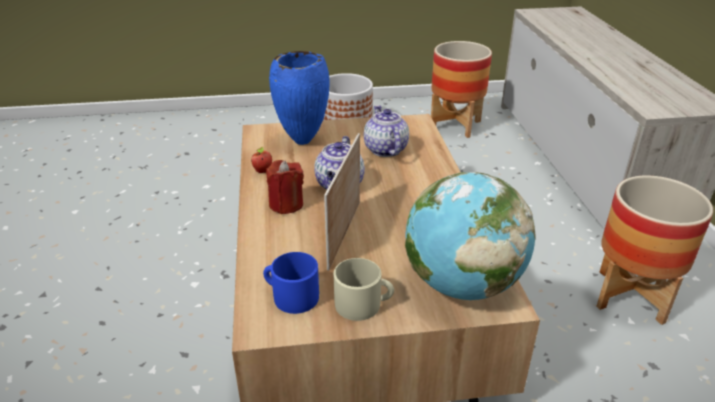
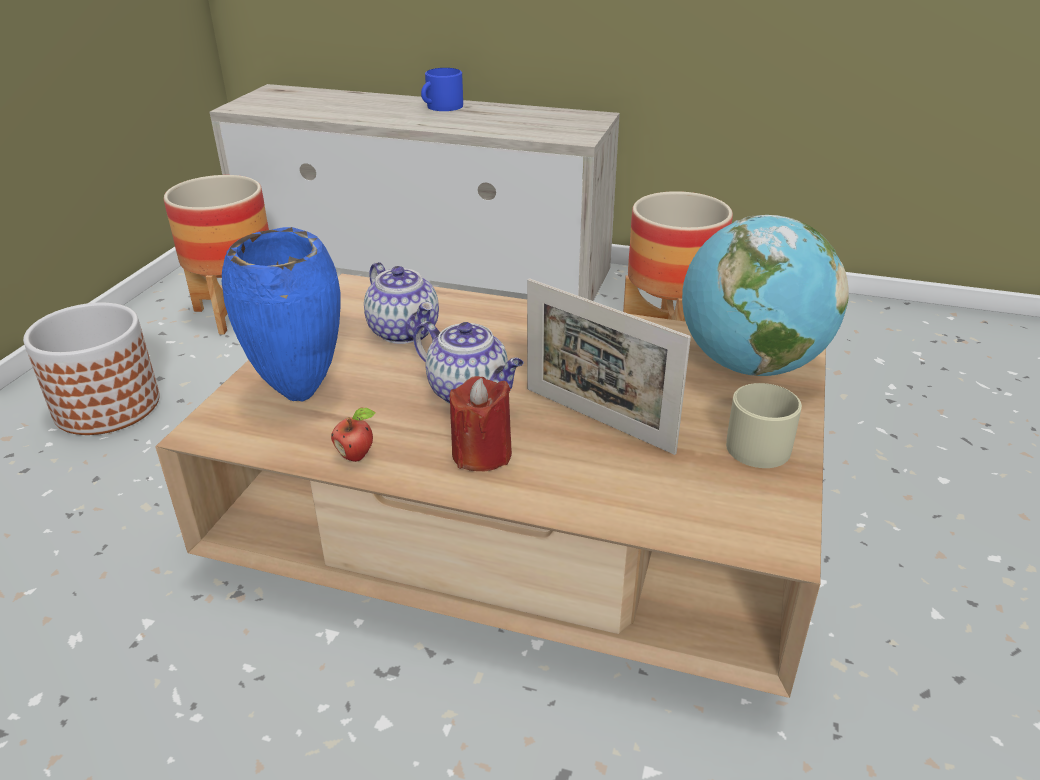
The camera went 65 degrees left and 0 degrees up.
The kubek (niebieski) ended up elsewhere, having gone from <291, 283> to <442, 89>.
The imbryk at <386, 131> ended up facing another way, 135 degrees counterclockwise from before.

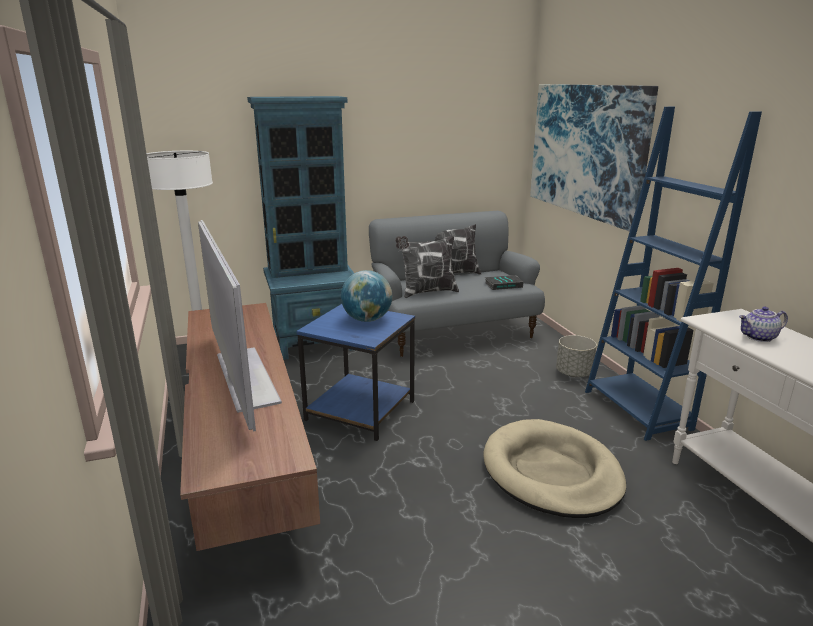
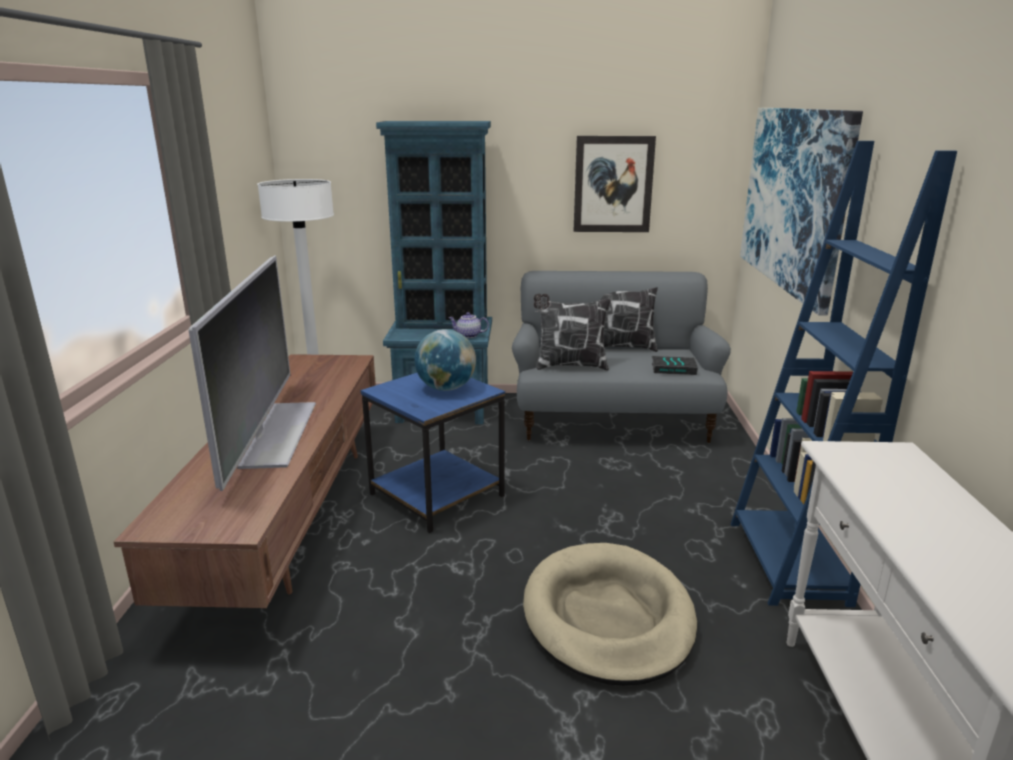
The camera went 20 degrees right and 0 degrees up.
The second view lost the donica (szary) at <576, 356>.
The second view gained the obraz at <615, 184>.
The imbryk ended up elsewhere, having gone from <763, 324> to <469, 325>.

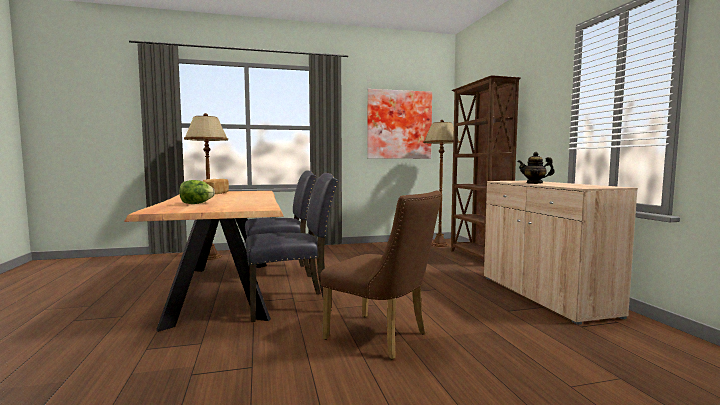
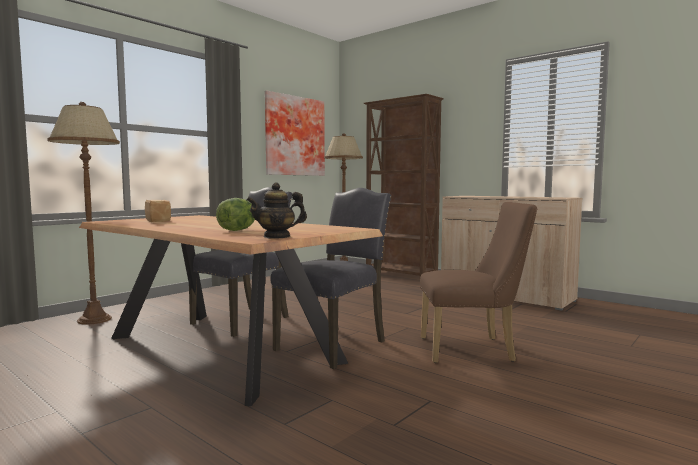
The camera went 35 degrees left and 0 degrees up.
The imbryk ended up elsewhere, having gone from <536, 168> to <277, 210>.

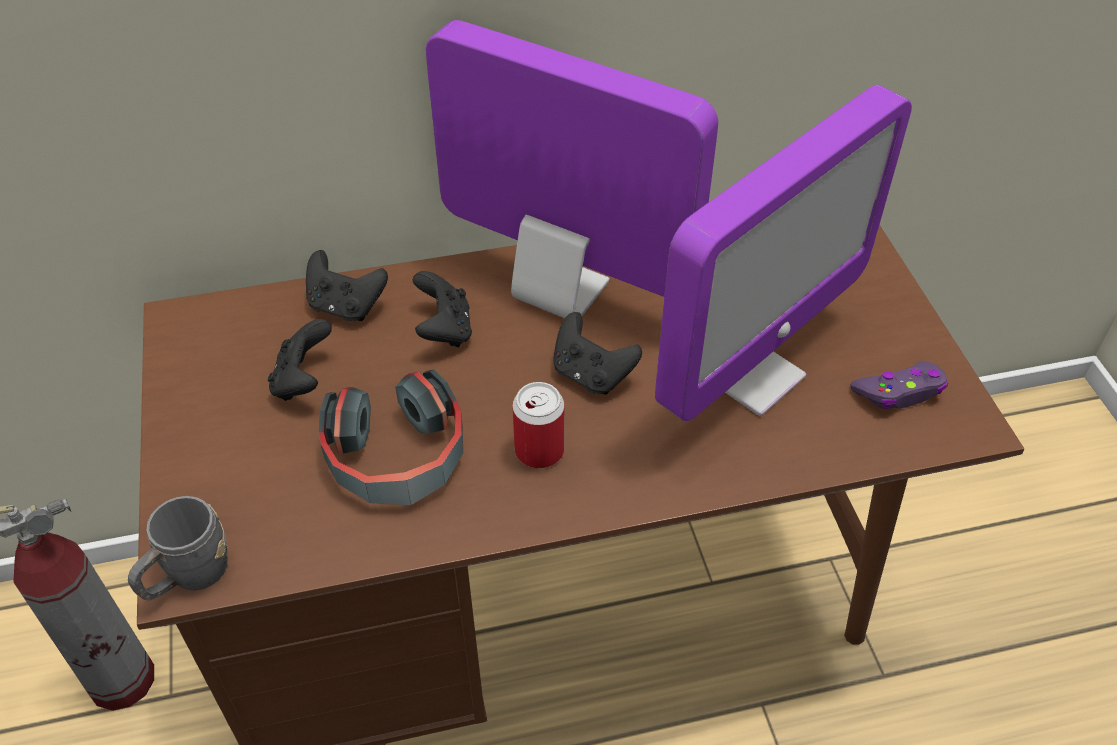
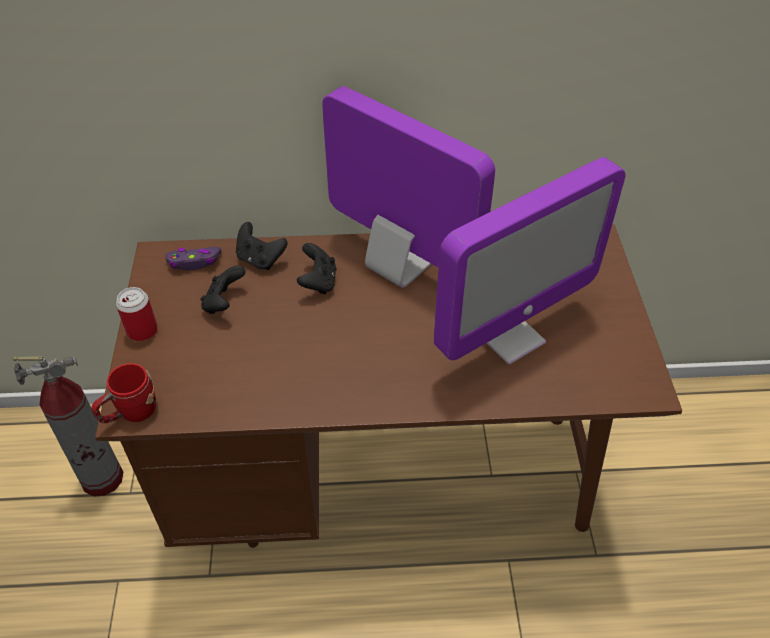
The camera went 10 degrees right and 0 degrees up.
The second view lost the słuchawki at <391, 438>.
The second view lost the pad do gier (czarny) at <597, 353>.
The puszka ended up elsewhere, having gone from <538, 425> to <137, 314>.
The pad do gier (fioletowy) ended up elsewhere, having gone from <899, 385> to <193, 259>.
What was the kubek (szary) at <178, 548> turned into the kubek (czerwony) at <123, 393>.

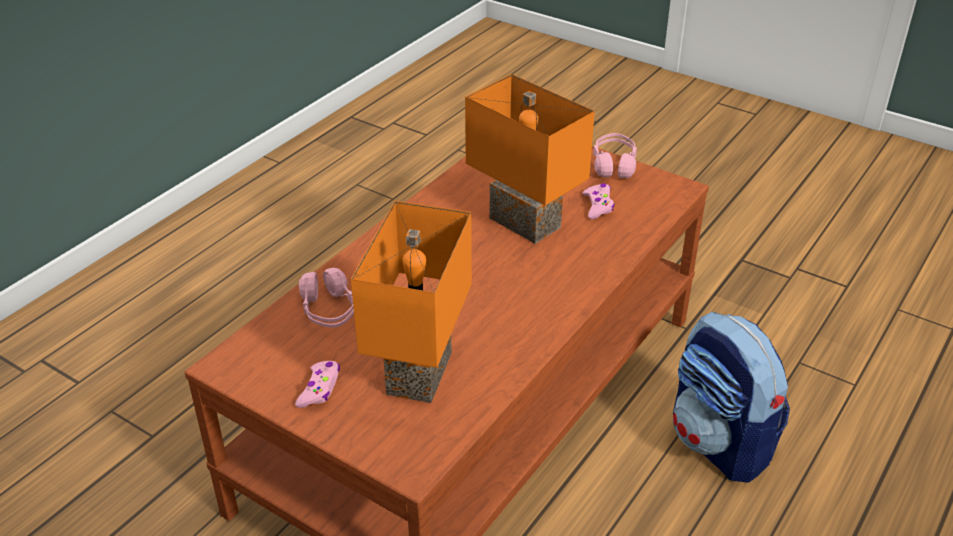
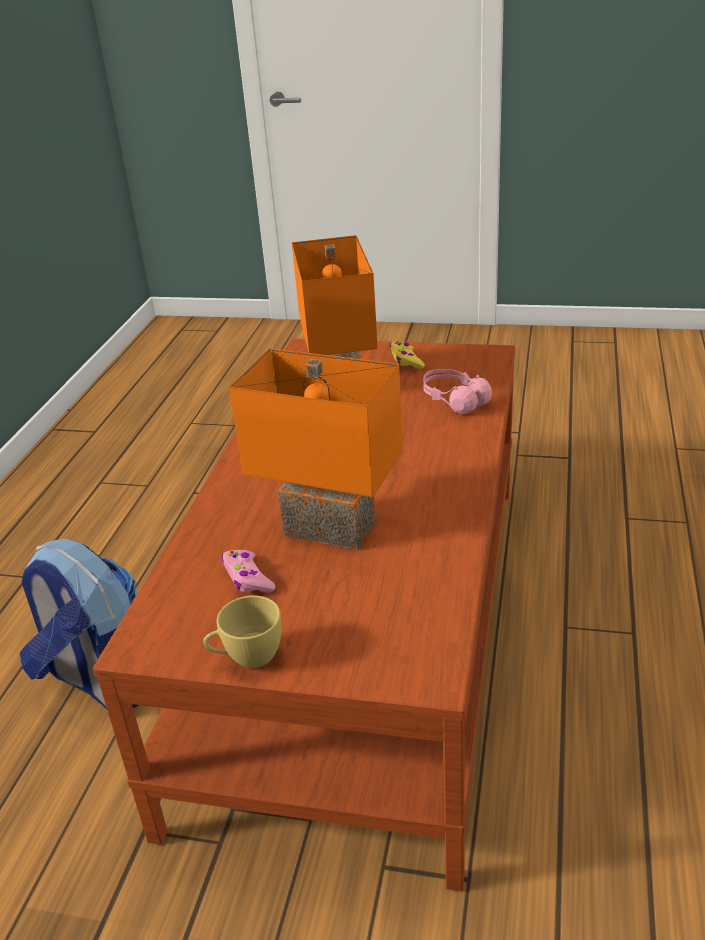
The camera went 160 degrees right and 5 degrees down.
Where the słuchawki (różowy) stood at <615, 155>, the filiżanka (żółty) came to stand at <242, 631>.
What was the pad do gier (różowy) at <317, 384> turned into the pad do gier (żółty) at <407, 355>.

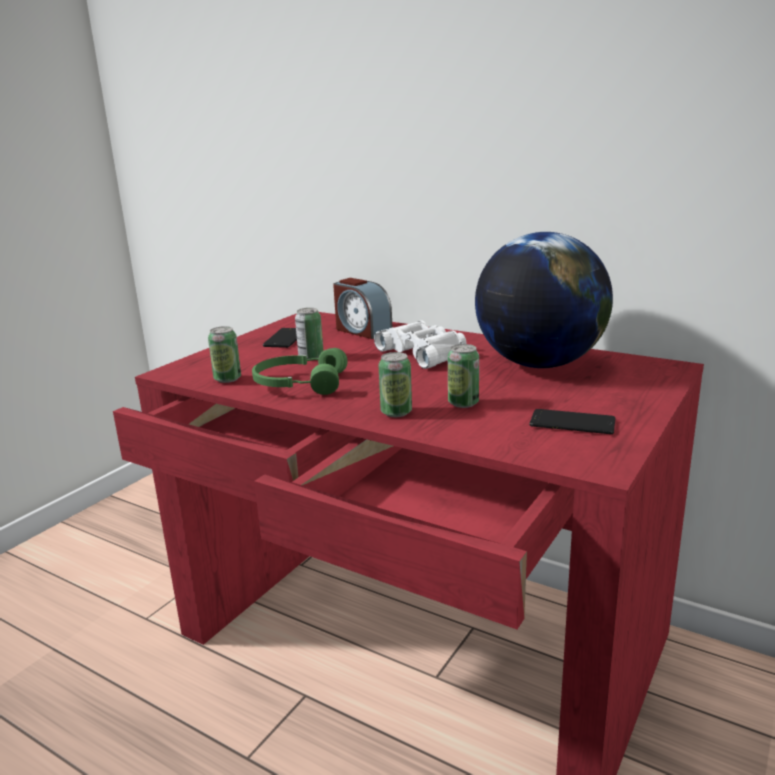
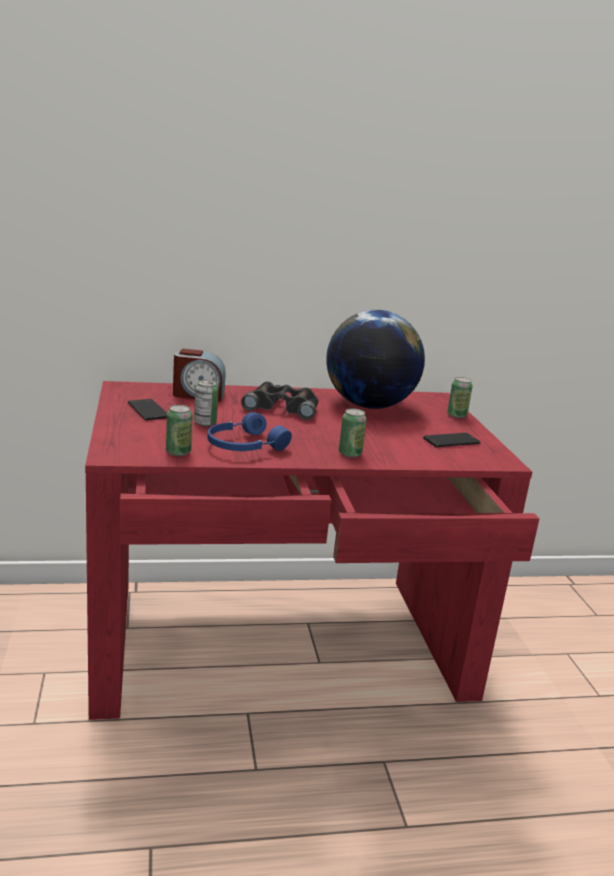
The camera went 45 degrees left and 0 degrees up.
The puszka ended up elsewhere, having gone from <463, 376> to <460, 397>.
What was the słuchawki (zielony) at <300, 371> turned into the słuchawki (niebieski) at <249, 431>.
What was the lornetka (biały) at <420, 344> turned into the lornetka (czarny) at <280, 400>.

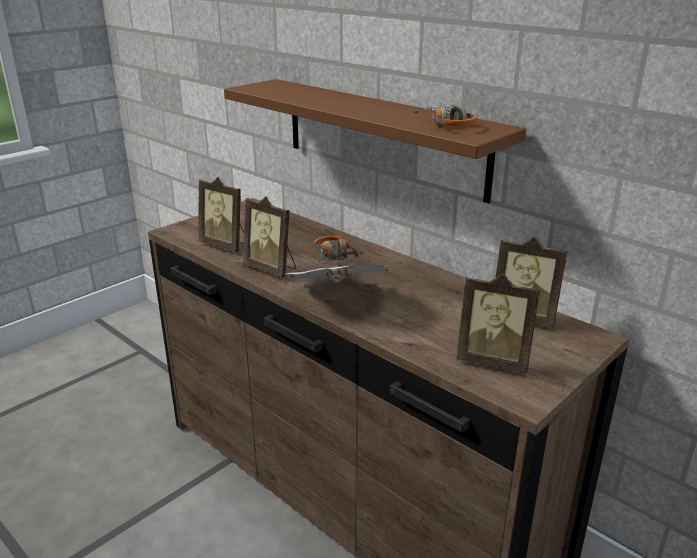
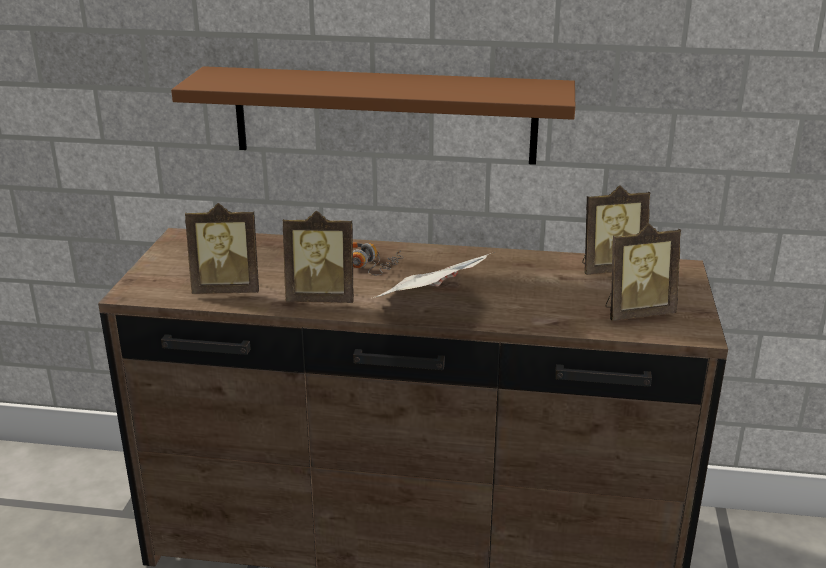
The camera went 35 degrees left and 0 degrees up.
The second view lost the słuchawki at <444, 115>.

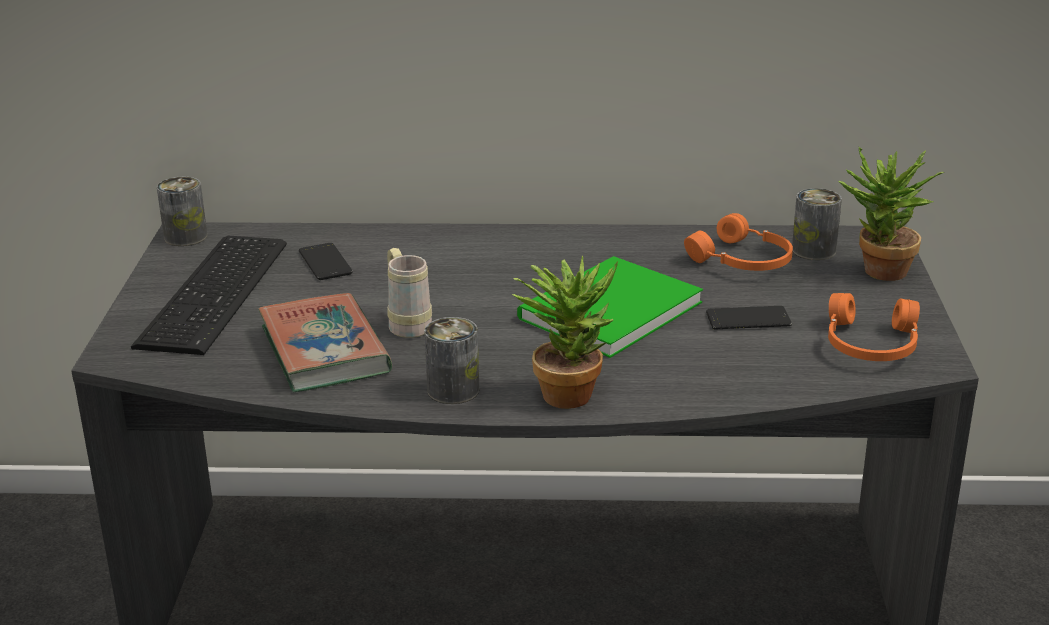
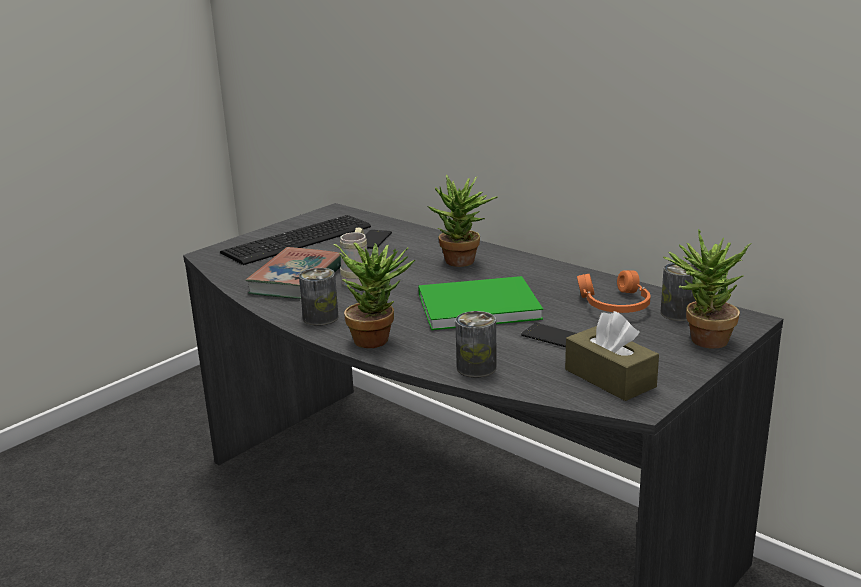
The camera went 40 degrees right and 5 degrees down.
The second view gained the roślina doniczkowa at <463, 221>.
The puszka ended up elsewhere, having gone from <182, 211> to <476, 344>.
Where the słuchawki (pomarańczowy) stood at <874, 327>, the pudełko chusteczek (brązowy) came to stand at <612, 356>.

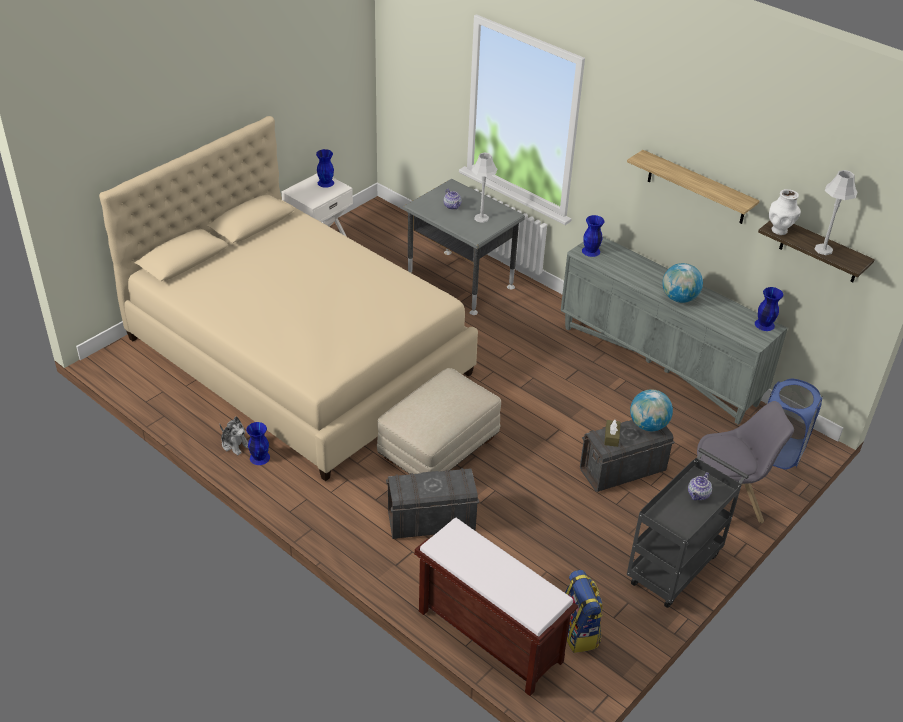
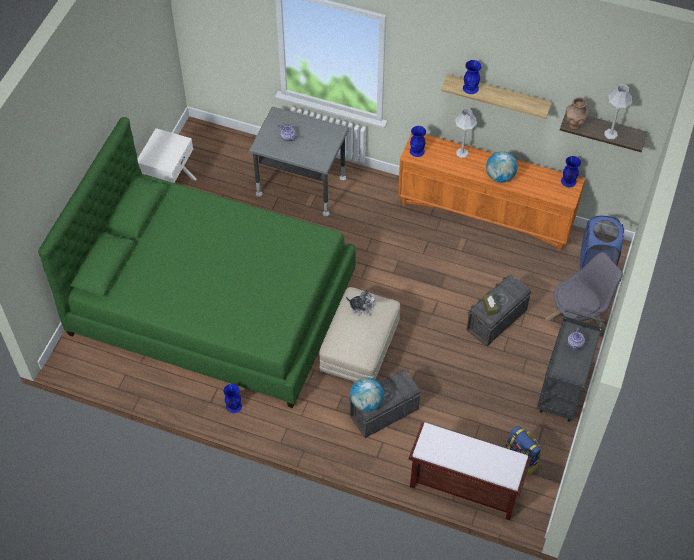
The camera went 20 degrees left and 15 degrees up.
The pluszak ended up elsewhere, having gone from <234, 435> to <360, 302>.
The wazon (niebieski) ended up elsewhere, having gone from <325, 168> to <472, 77>.
The lampa stołowa (szary) ended up elsewhere, having gone from <484, 188> to <466, 133>.
The globus ended up elsewhere, having gone from <651, 410> to <367, 394>.
What was the łóżko (beżowy) at <288, 298> turned into the łóżko (zielony) at <196, 262>.
What was the komoda (szary) at <674, 330> turned into the komoda (pomarańczowy) at <491, 192>.
What was the wazon (biały) at <785, 212> turned into the wazon (brązowy) at <577, 114>.

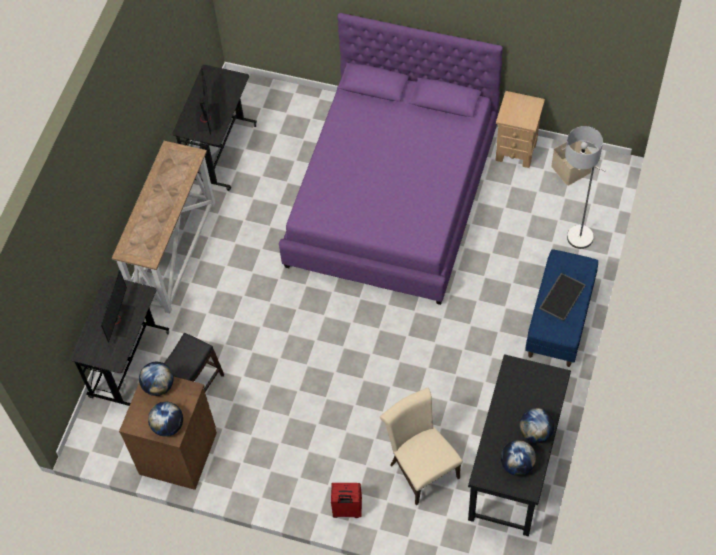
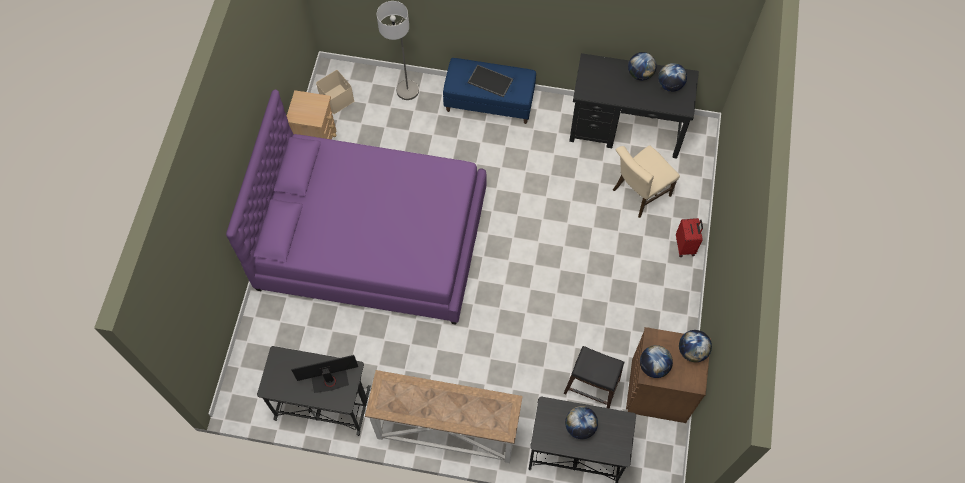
The camera went 100 degrees left and 5 degrees up.
Where the monitor stood at <118, 306>, the globus came to stand at <581, 422>.

